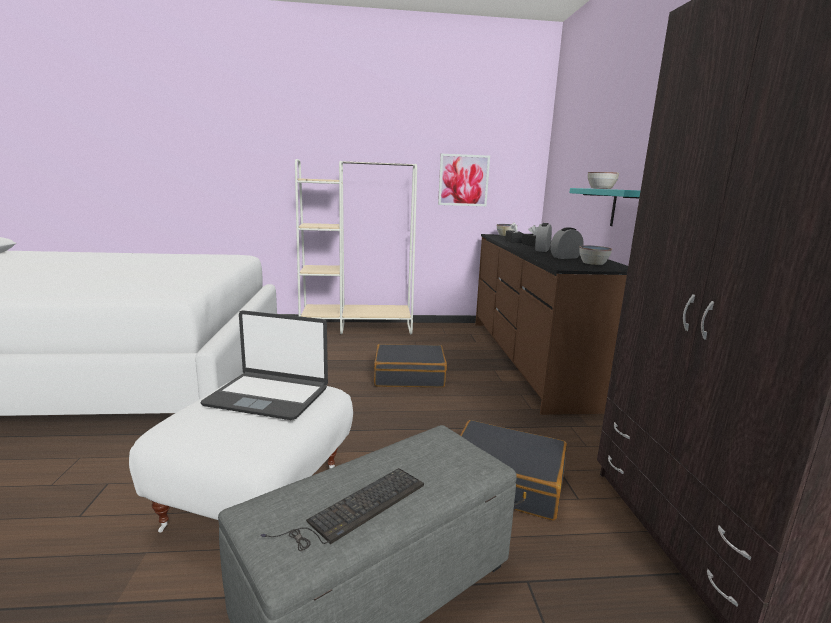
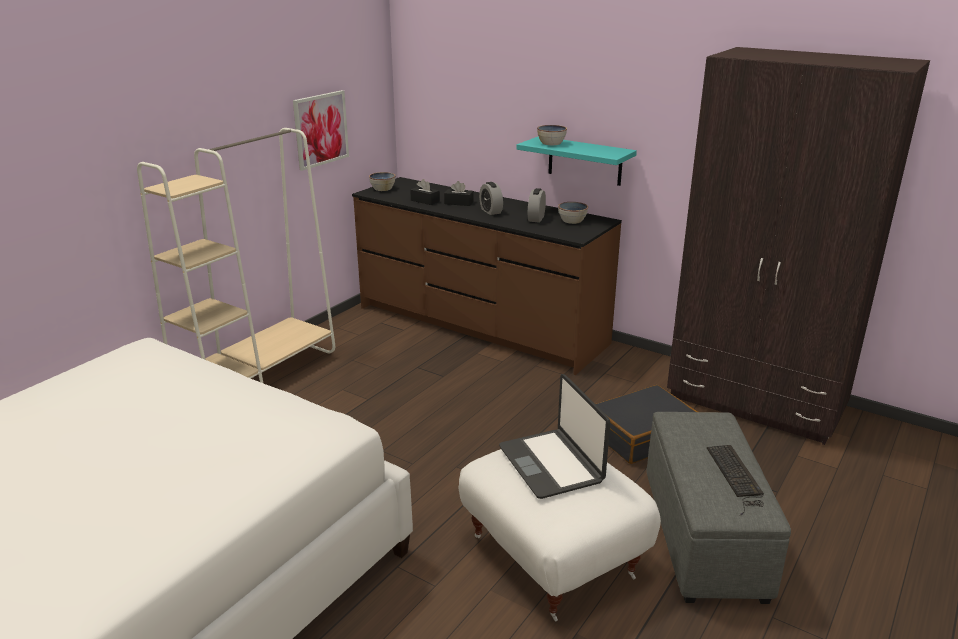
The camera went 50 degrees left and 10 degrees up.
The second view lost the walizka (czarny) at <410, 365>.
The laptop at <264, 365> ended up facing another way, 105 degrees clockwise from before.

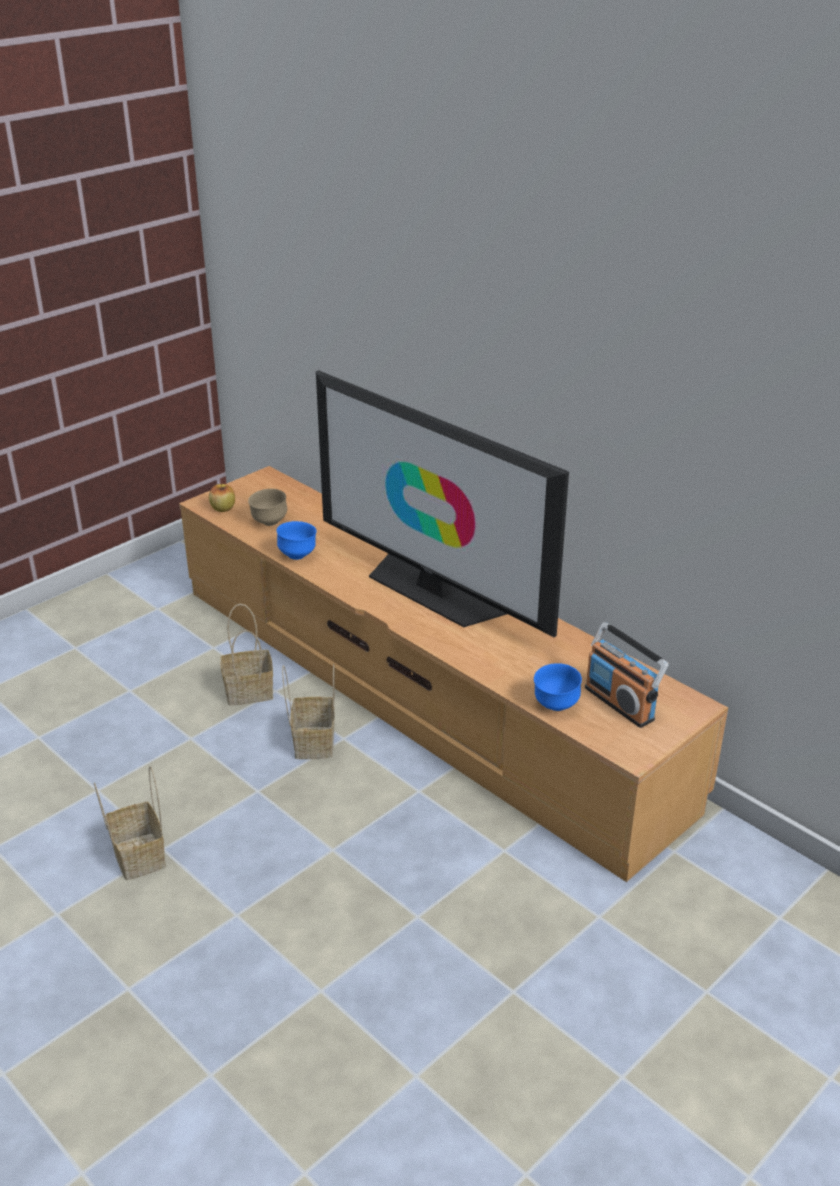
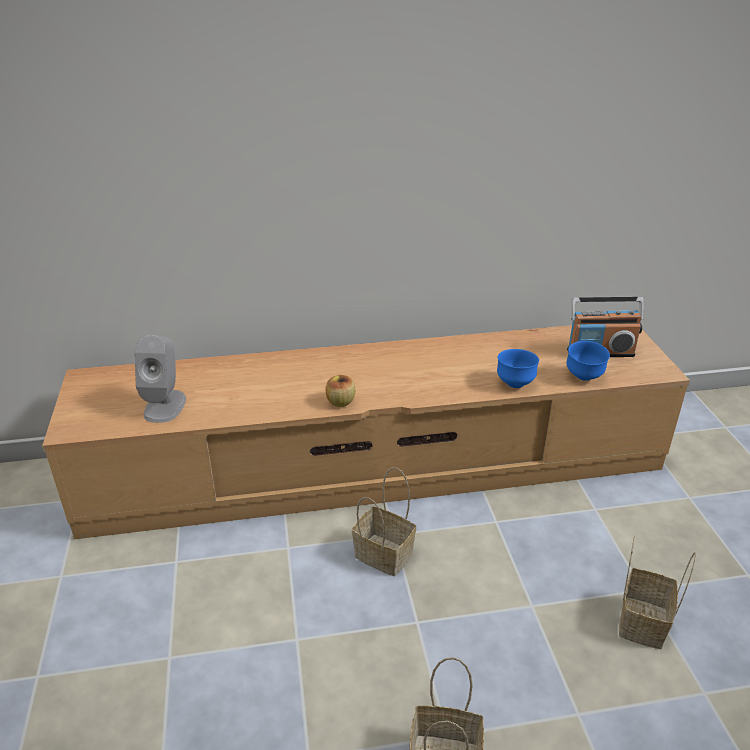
The camera went 55 degrees left and 0 degrees up.
The second view lost the telewizor at <442, 503>.
The jabłko ended up elsewhere, having gone from <222, 497> to <340, 391>.
The koszyk ended up elsewhere, having gone from <246, 654> to <657, 592>.
The miska (niebieski) ended up elsewhere, having gone from <297, 540> to <518, 368>.
Where the miska (brązowy) stood at <267, 507>, the głośnik (szary) came to stand at <160, 379>.

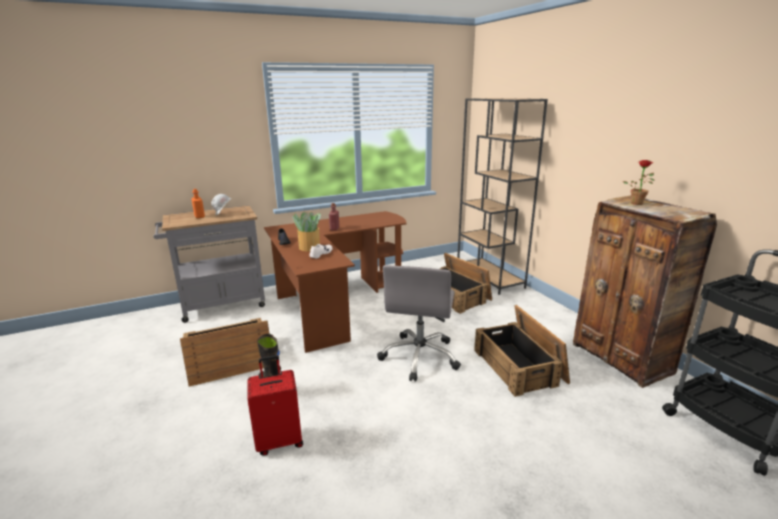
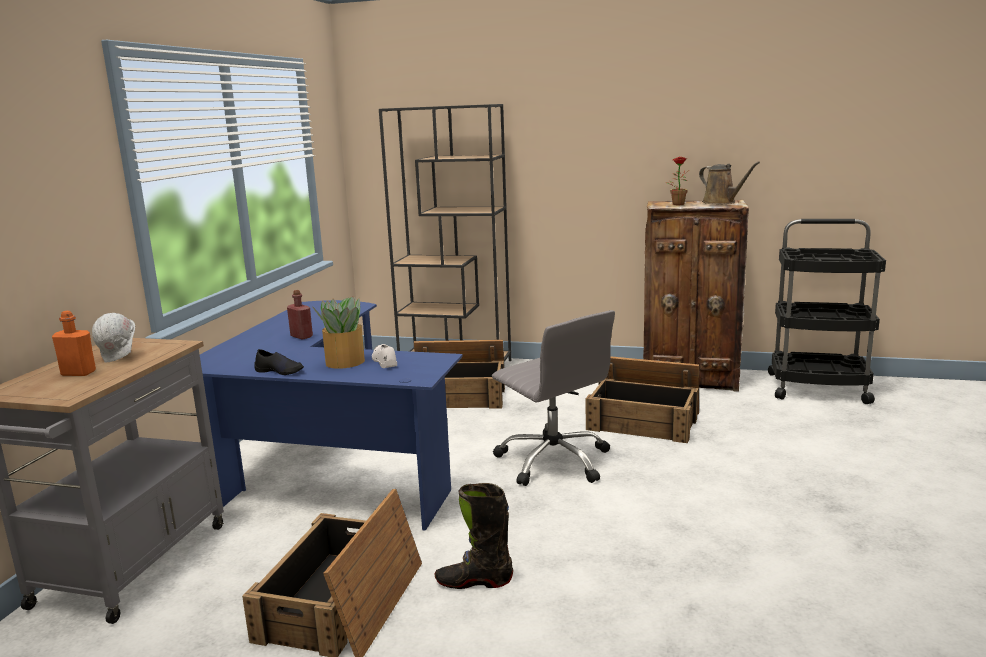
The camera went 50 degrees left and 5 degrees down.
The second view lost the walizka (czerwony) at <275, 405>.
The second view gained the konewka (brązowy) at <729, 183>.
What was the biurko (brązowy) at <335, 282> turned into the biurko (niebieski) at <331, 415>.

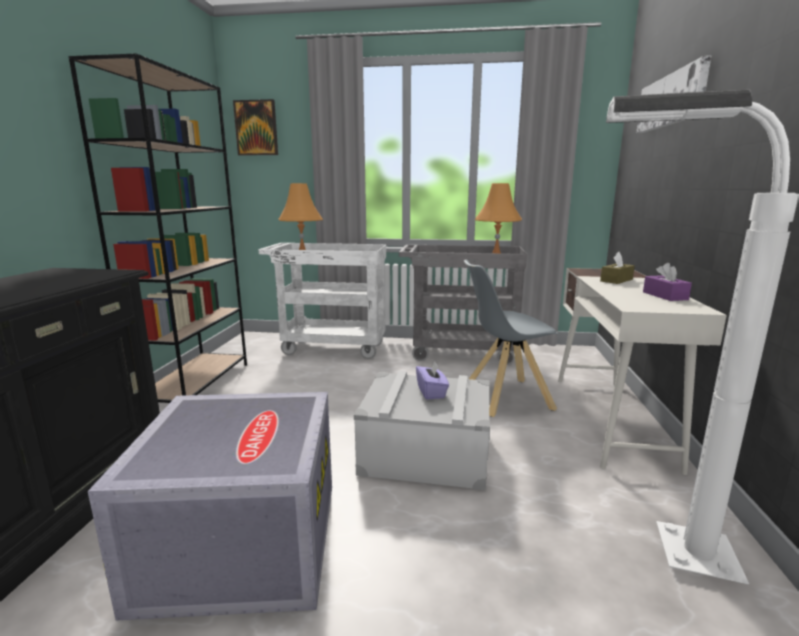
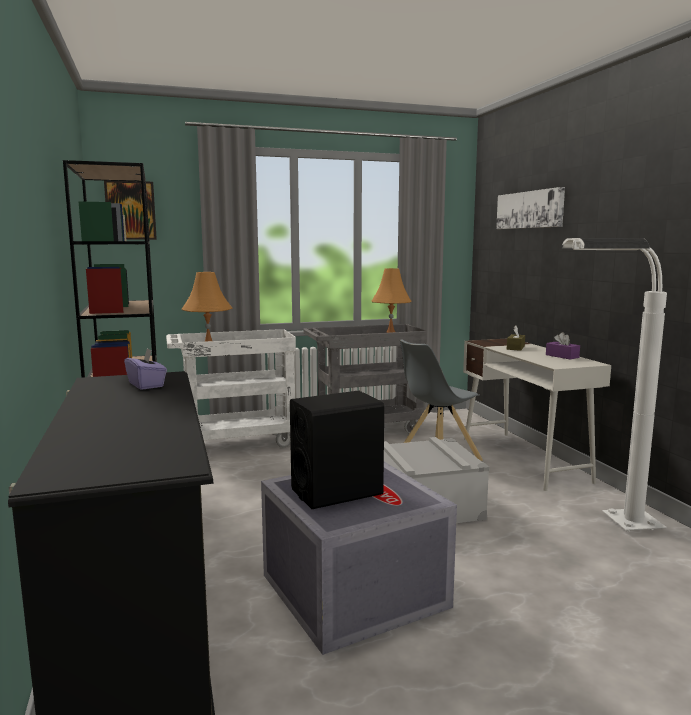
The camera went 25 degrees left and 5 degrees down.
The second view gained the głośnik (czarny) at <337, 450>.
The pudełko chusteczek (fioletowy) ended up elsewhere, having gone from <432, 380> to <145, 369>.

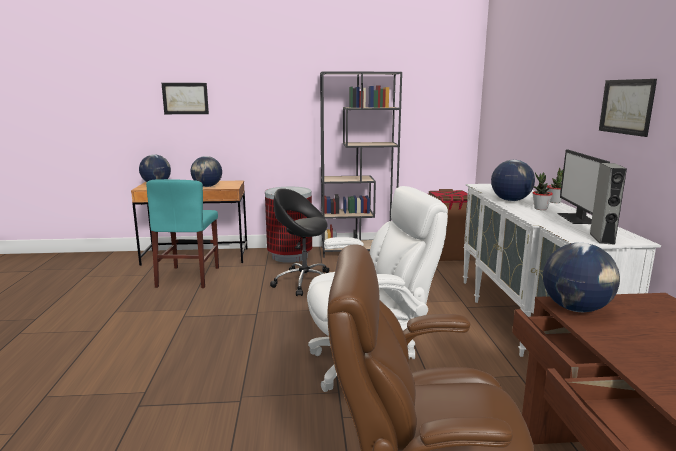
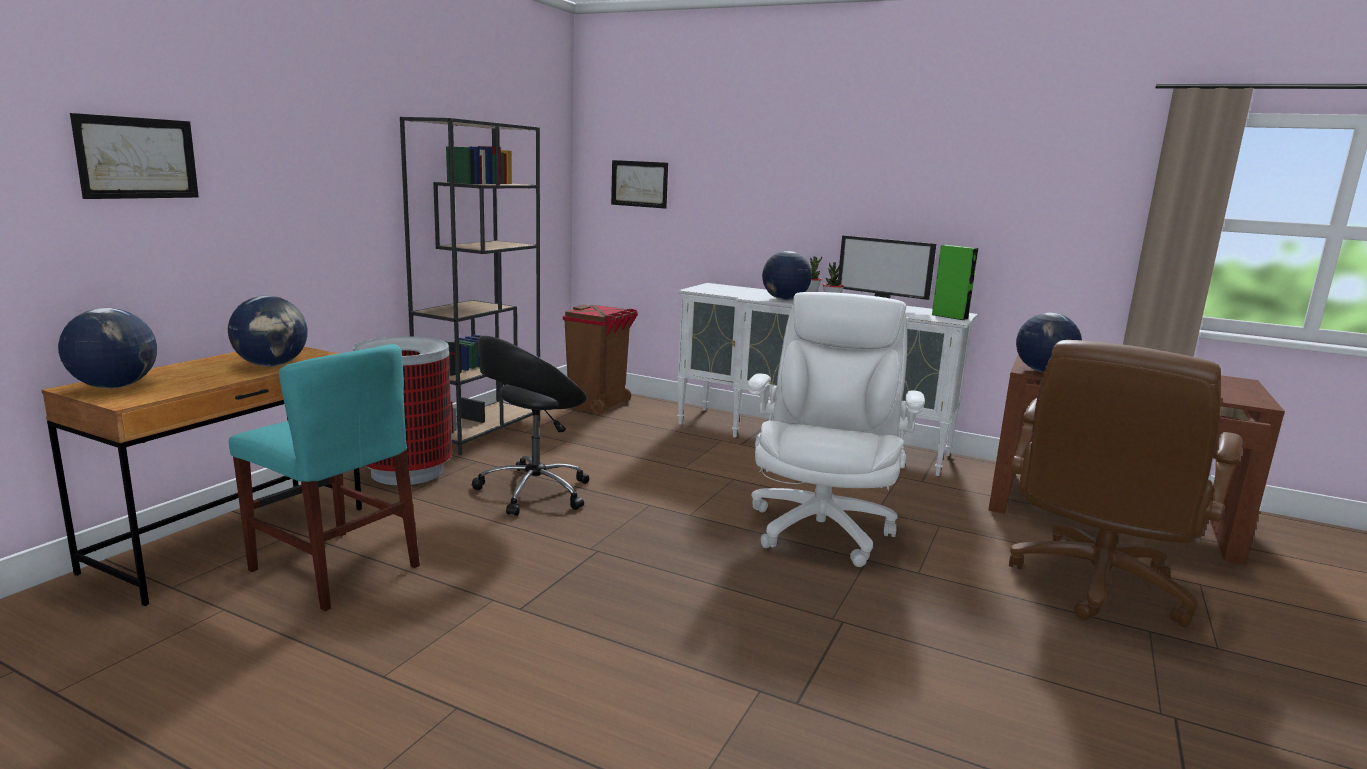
The camera went 60 degrees left and 0 degrees up.
The obraz ended up elsewhere, having gone from <628, 108> to <639, 184>.
What was the głośnik (szary) at <608, 204> turned into the głośnik (zielony) at <955, 282>.

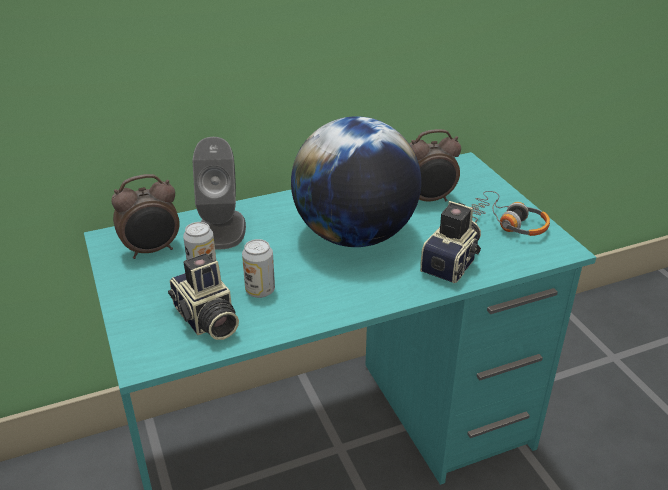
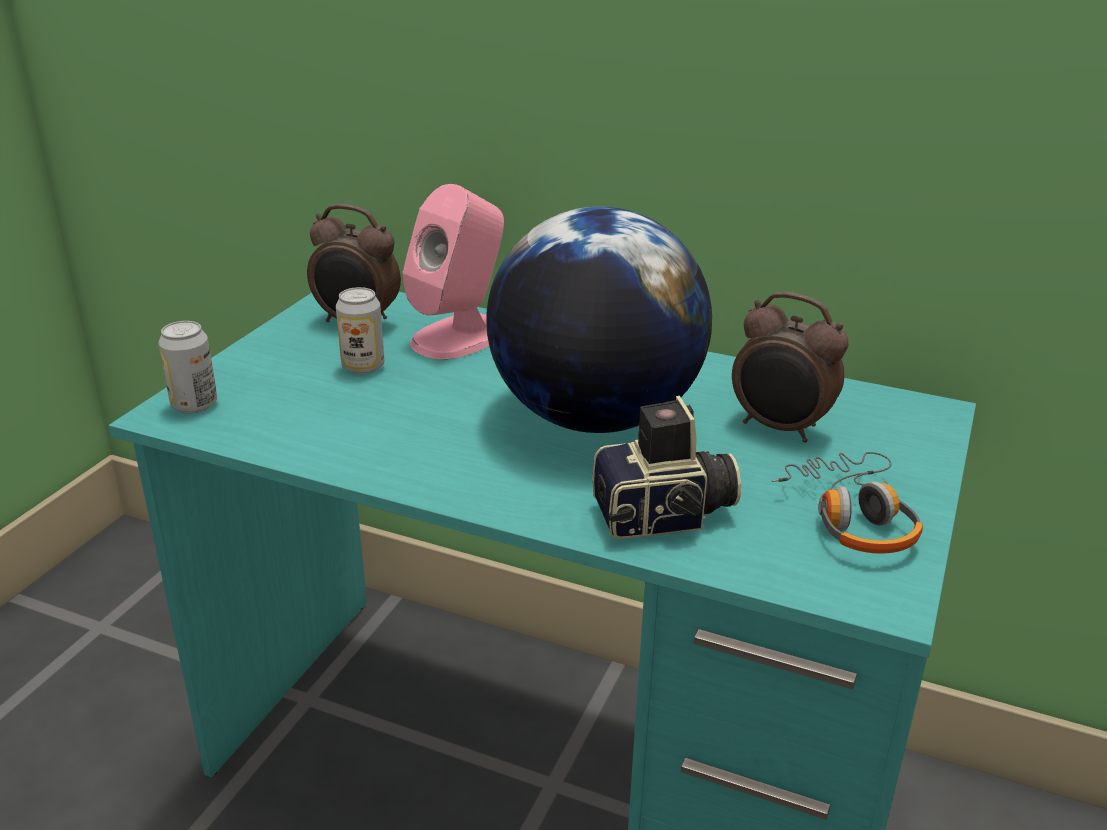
The camera went 45 degrees right and 5 degrees down.
The second view lost the aparat fotograficzny at <203, 296>.
The puszka ended up elsewhere, having gone from <258, 268> to <187, 367>.
What was the głośnik (szary) at <219, 193> turned into the głośnik (różowy) at <453, 271>.

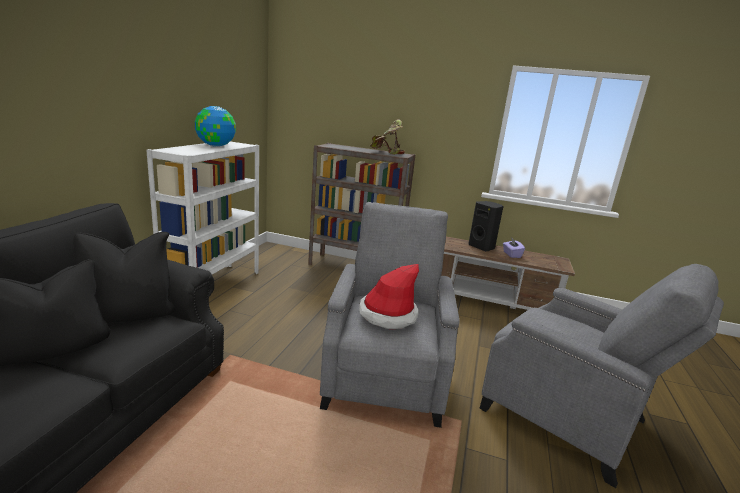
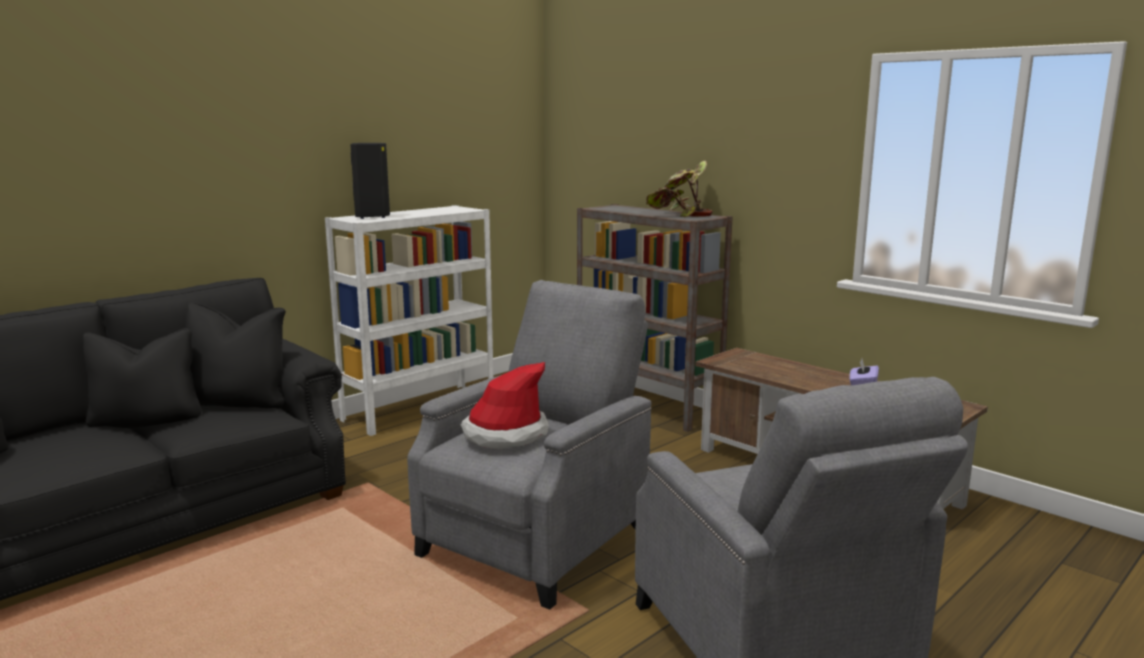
The camera went 30 degrees right and 5 degrees down.
The second view lost the globus at <215, 126>.
The głośnik (czarny) ended up elsewhere, having gone from <486, 226> to <370, 181>.

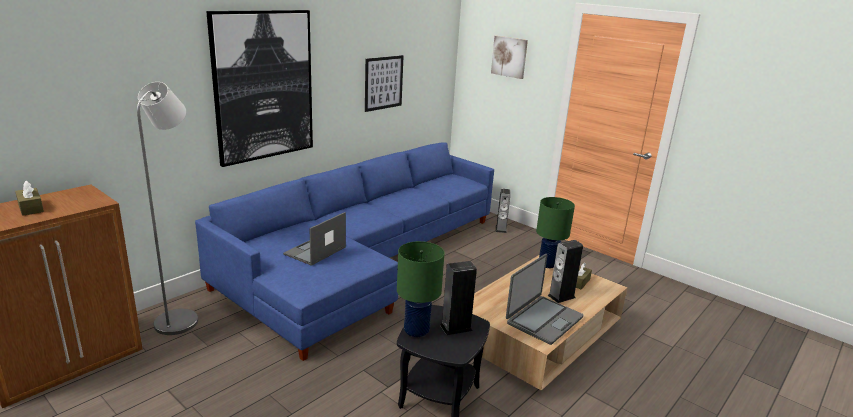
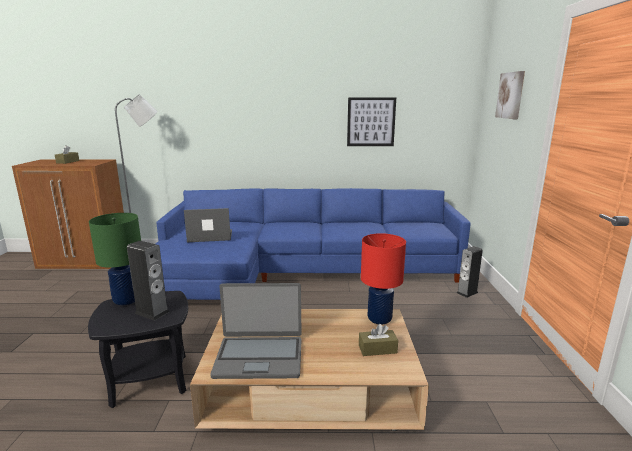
The camera went 50 degrees right and 5 degrees down.
The second view lost the obraz at <259, 88>.
The second view lost the głośnik at <565, 271>.
What was the lampa stołowa (zielony) at <555, 232> turned into the lampa stołowa (czerwony) at <383, 279>.

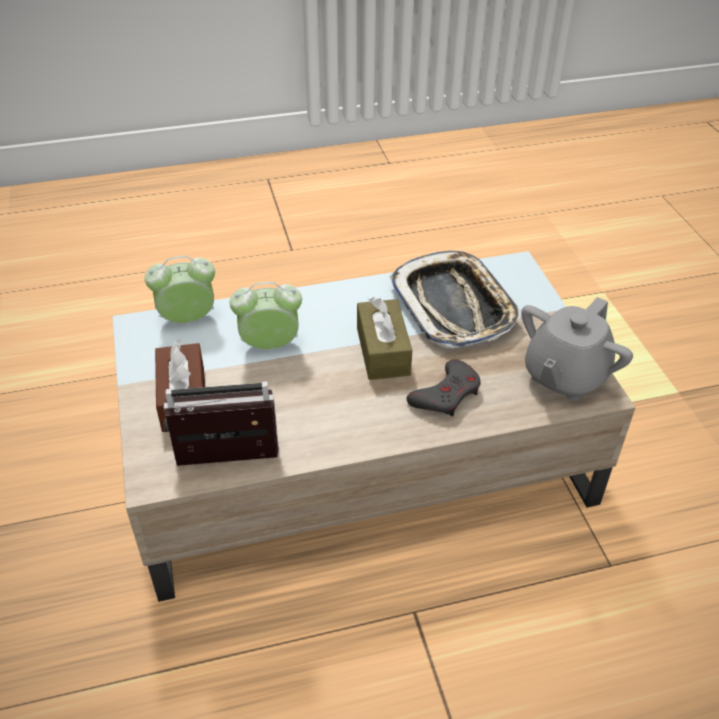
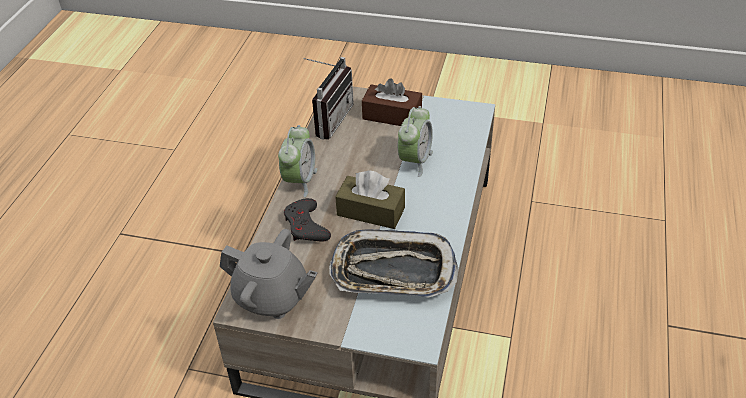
The camera went 120 degrees right and 0 degrees up.
The budzik ended up elsewhere, having gone from <180, 289> to <298, 161>.
The imbryk (szary) at <577, 349> ended up facing another way, 135 degrees clockwise from before.

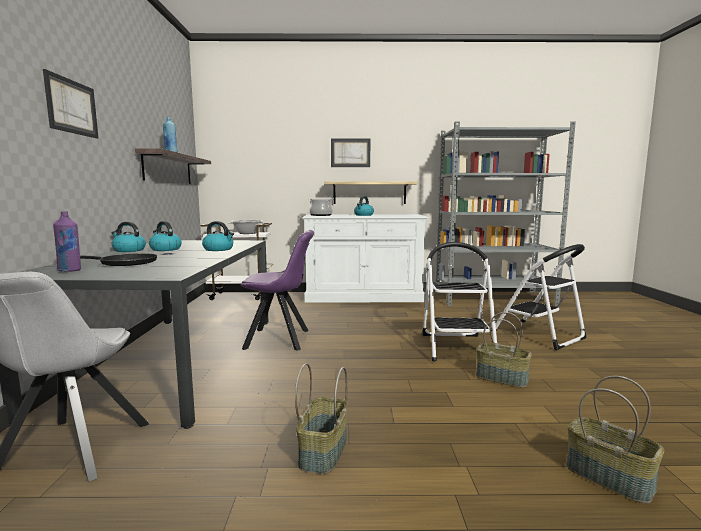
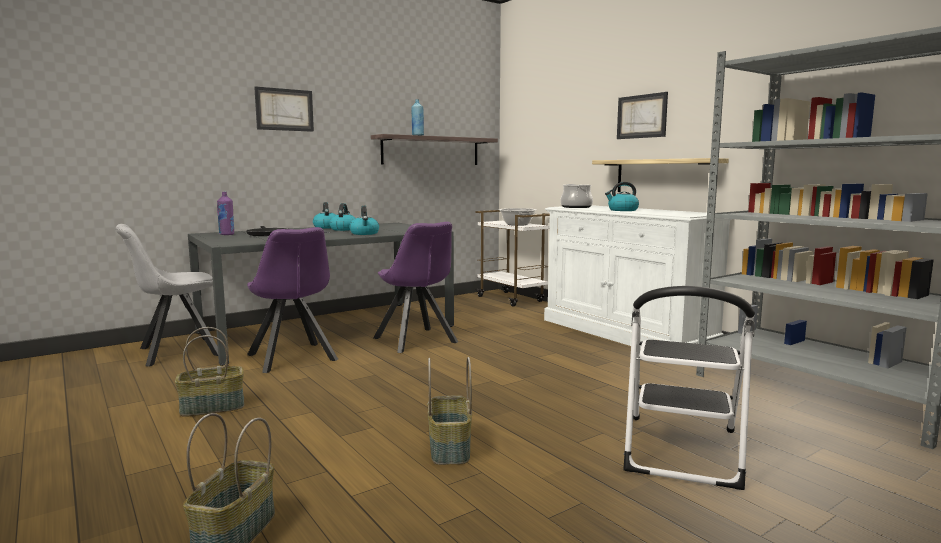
The camera went 55 degrees right and 0 degrees up.
The second view lost the drabinka at <460, 301>.
The second view gained the krzesło (fioletowy) at <292, 300>.

